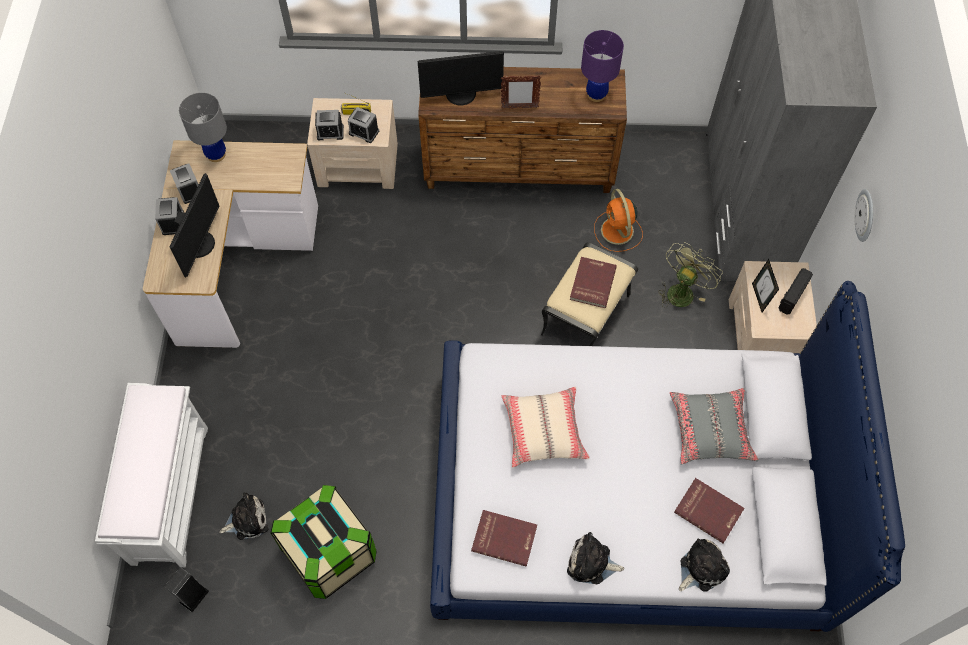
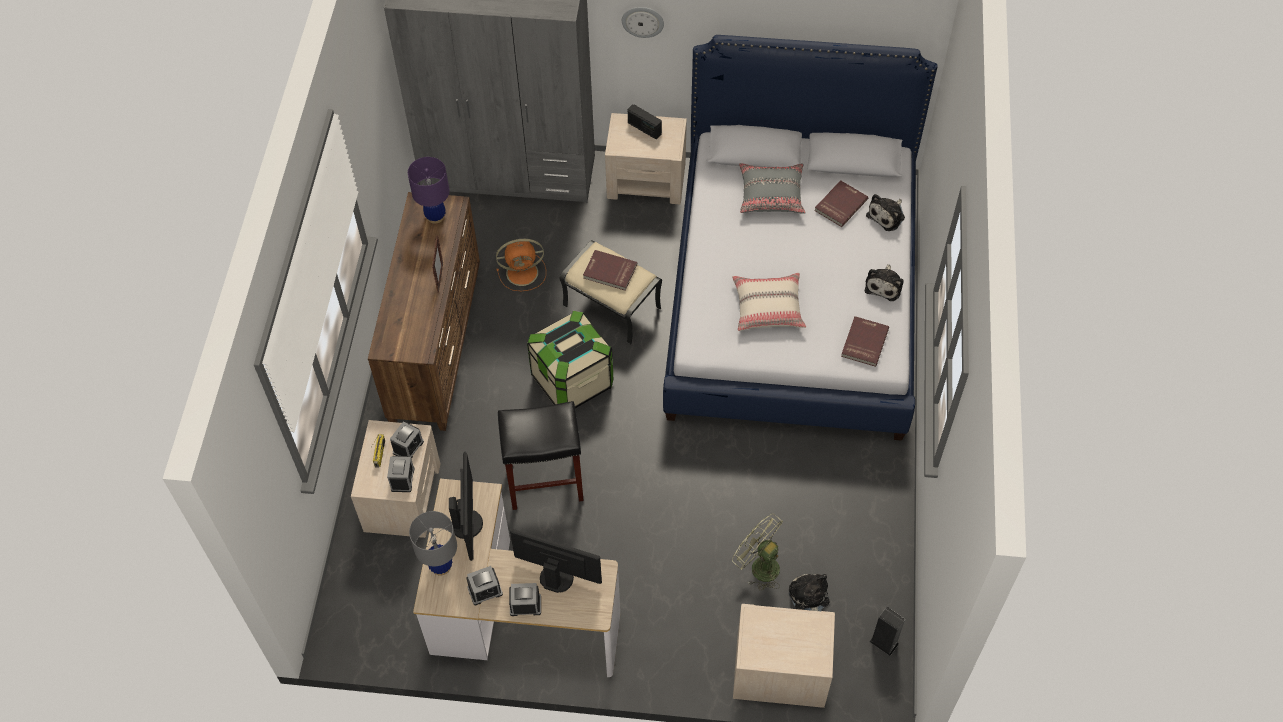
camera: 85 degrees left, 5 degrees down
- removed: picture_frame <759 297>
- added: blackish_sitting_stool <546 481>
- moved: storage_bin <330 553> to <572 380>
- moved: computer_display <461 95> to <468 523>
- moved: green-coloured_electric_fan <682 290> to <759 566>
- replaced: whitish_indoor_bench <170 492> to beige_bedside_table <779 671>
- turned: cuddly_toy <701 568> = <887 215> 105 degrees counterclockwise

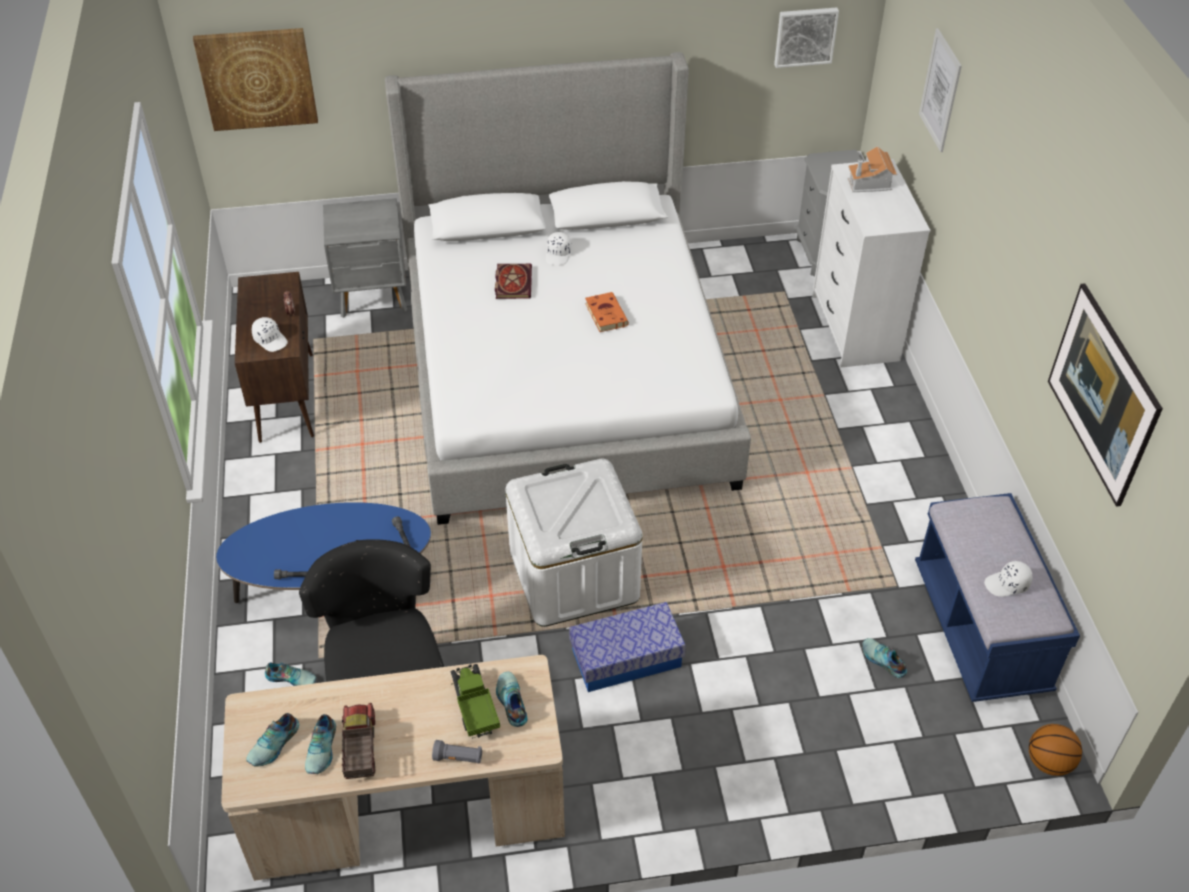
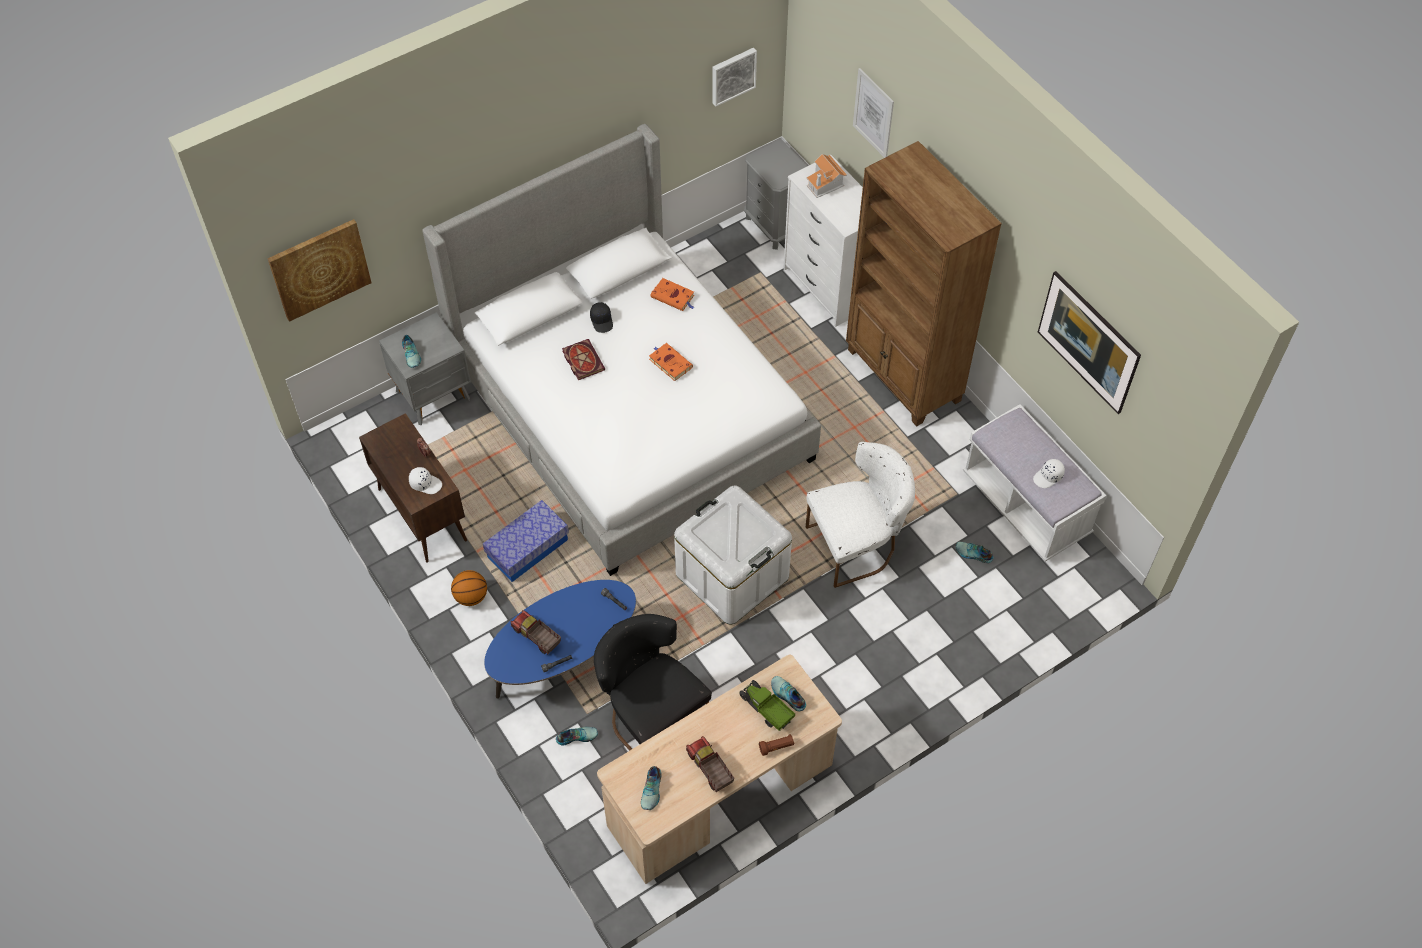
camera: 25 degrees left, 10 degrees up
- added: toy_lorry <536 637>
- added: orangey_volume <673 297>
- added: whitish_plain_chair <857 545>
- added: brown-coloured_bookshelf <903 376>
- moved: shoe <323 748> to <412 354>
- moved: storage_bin <626 658> to <528 549>
- moved: basketball_ball <1049 763> to <471 597>
- recoloured: greyish_flashlight <458 758> to brown-coloured_flashlight <776 747>
- recoloured: whitish_cap <558 254> to blackish_cap <602 321>
- recoloured: blue-coloured_indoor_bench <980 629> to whitish_indoor_bench <1025 505>

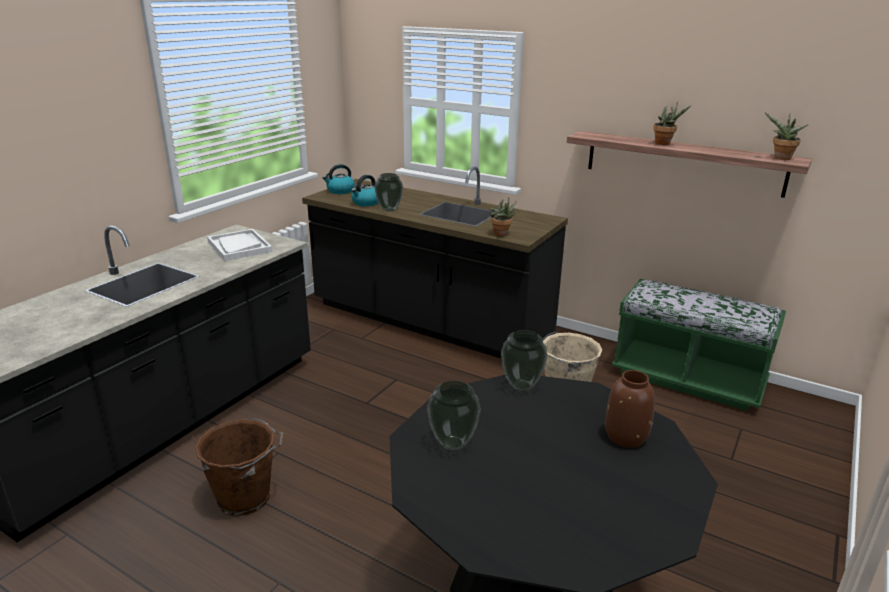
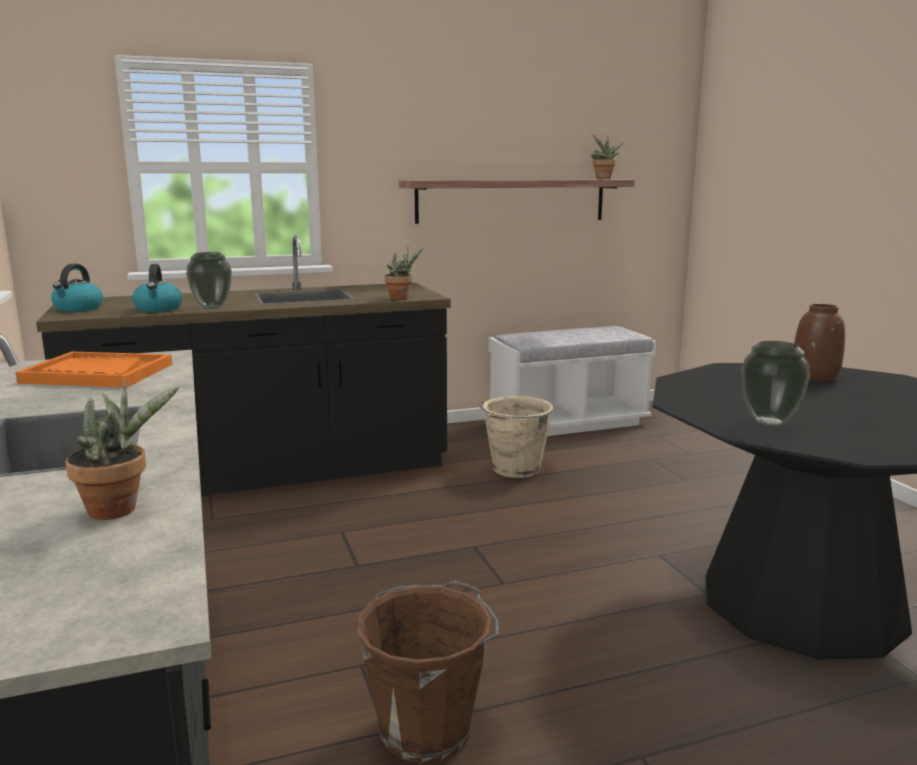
camera: 50 degrees left, 10 degrees down
- removed: vase <522 386>
- moved: houseplant <665 144> to <120 509>
- recoloured: whitish_serving_tray <239 246> to orangey_serving_tray <97 373>
- recoloured: green-coloured_indoor_bench <688 378> to whitish_indoor_bench <568 423>

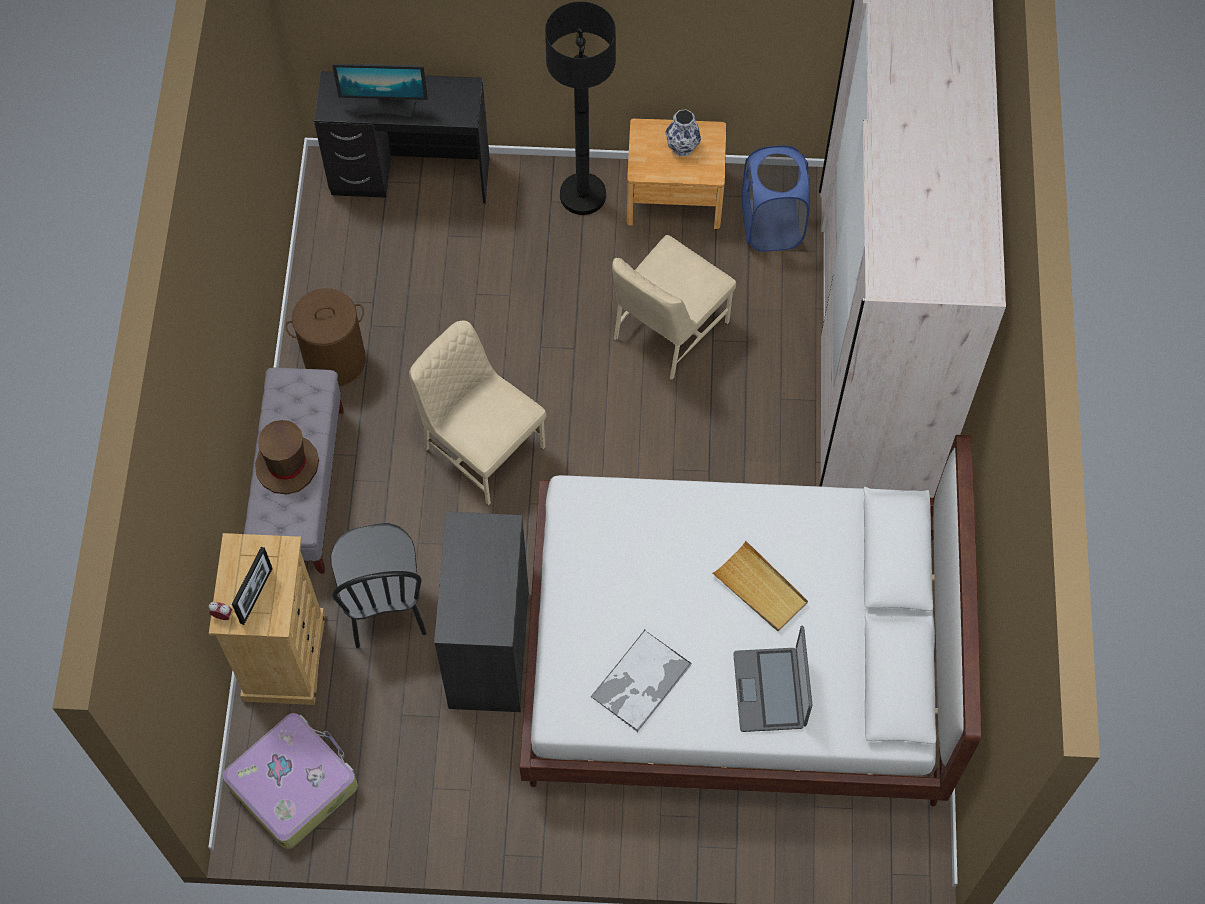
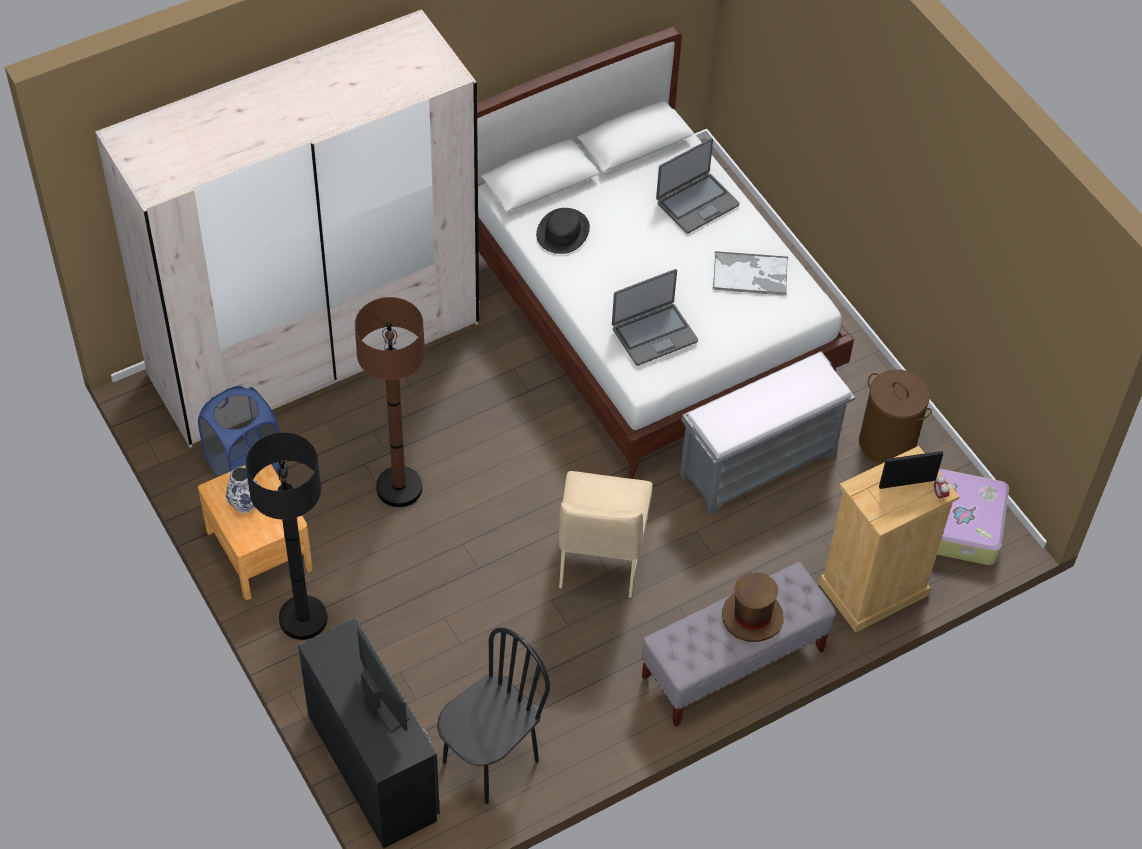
camera: 125 degrees left, 10 degrees down
- removed: beige_serving_tray <760 589>
- added: blackish_clothing_hat <562 232>
- added: portable_computer <654 334>
- moved: brown-coloured_washing_basket <334 360> to <887 443>
- moved: blackish_plain_chair <385 608> to <490 760>
- replaced: blackish_chest_of_drawers <488 650> to greyish_indoor_bench <759 463>
- replaced: beige_plain_chair <668 330> to brown-coloured_standard_lamp <399 488>

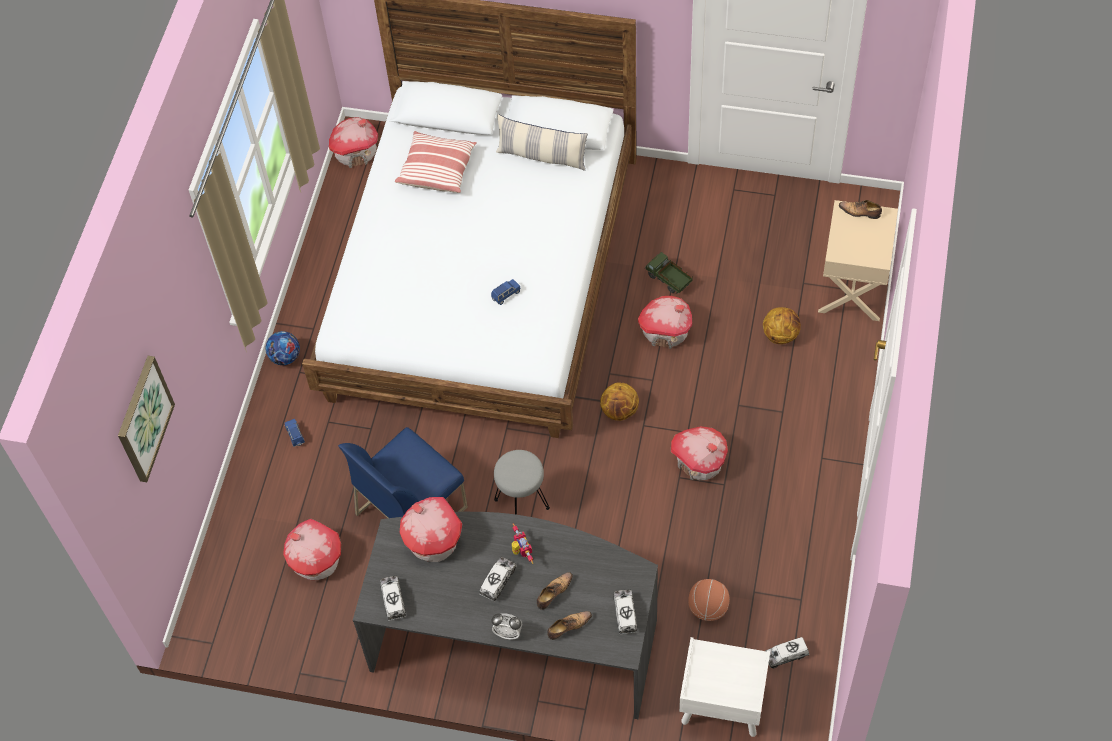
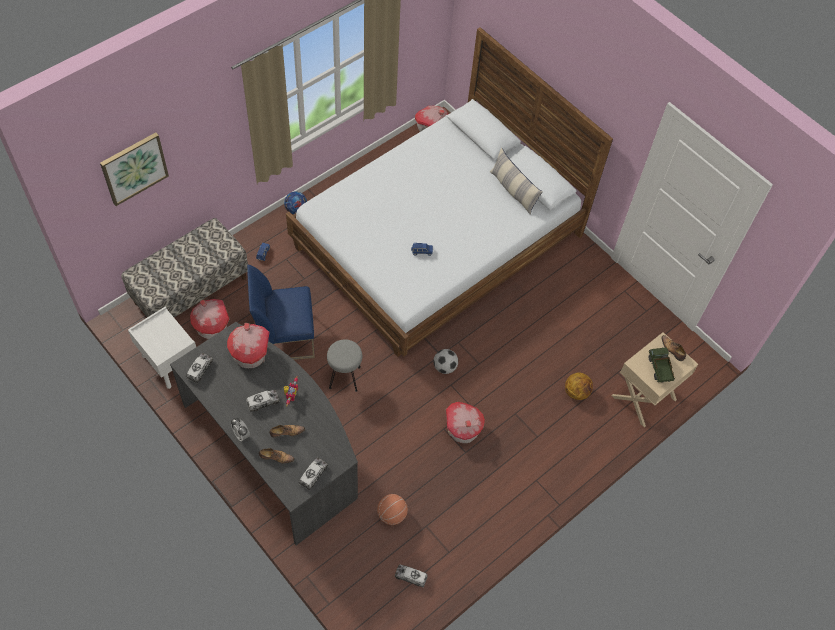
camera: 30 degrees right, 0 degrees up
- removed: cushion <437 169>
- removed: model_house <666 332>
- added: indoor_bench <191 290>
- moved: toy_lorry <668 280> to <659 369>
- moved: whitish_bedside_table <721 706> to <169 362>
- replaced: basketball_ball <620 411> to ball_for_football <444 367>

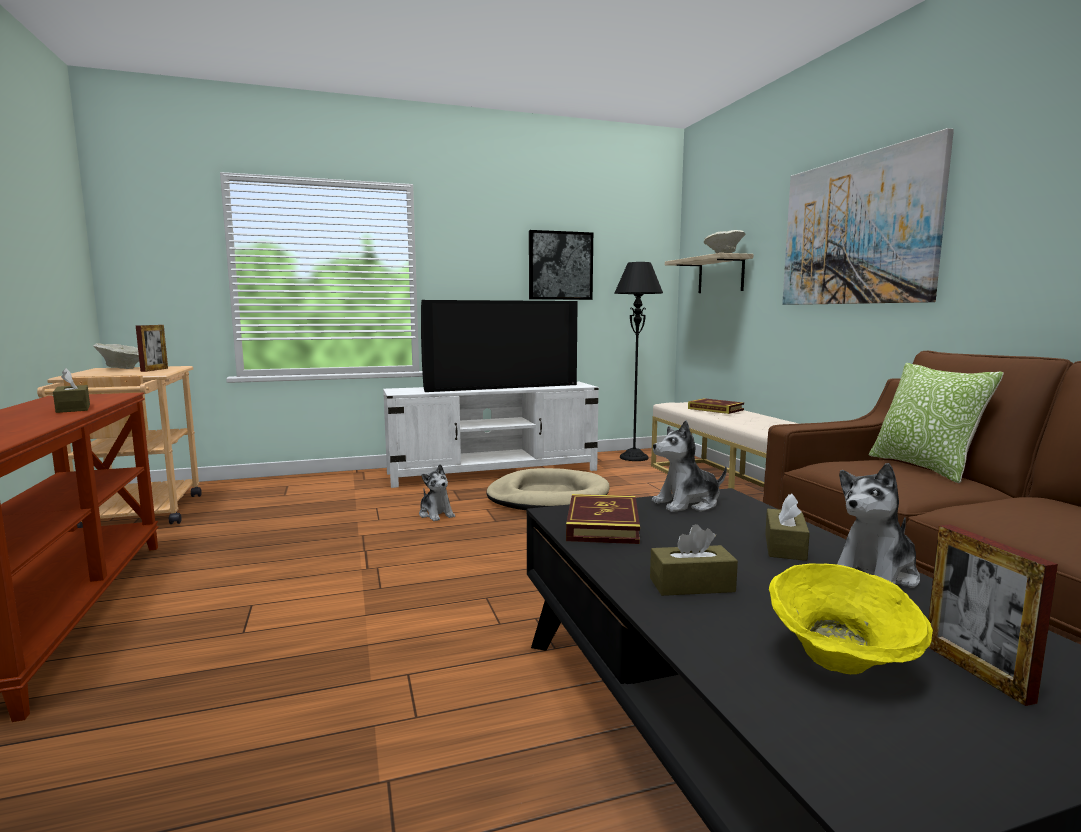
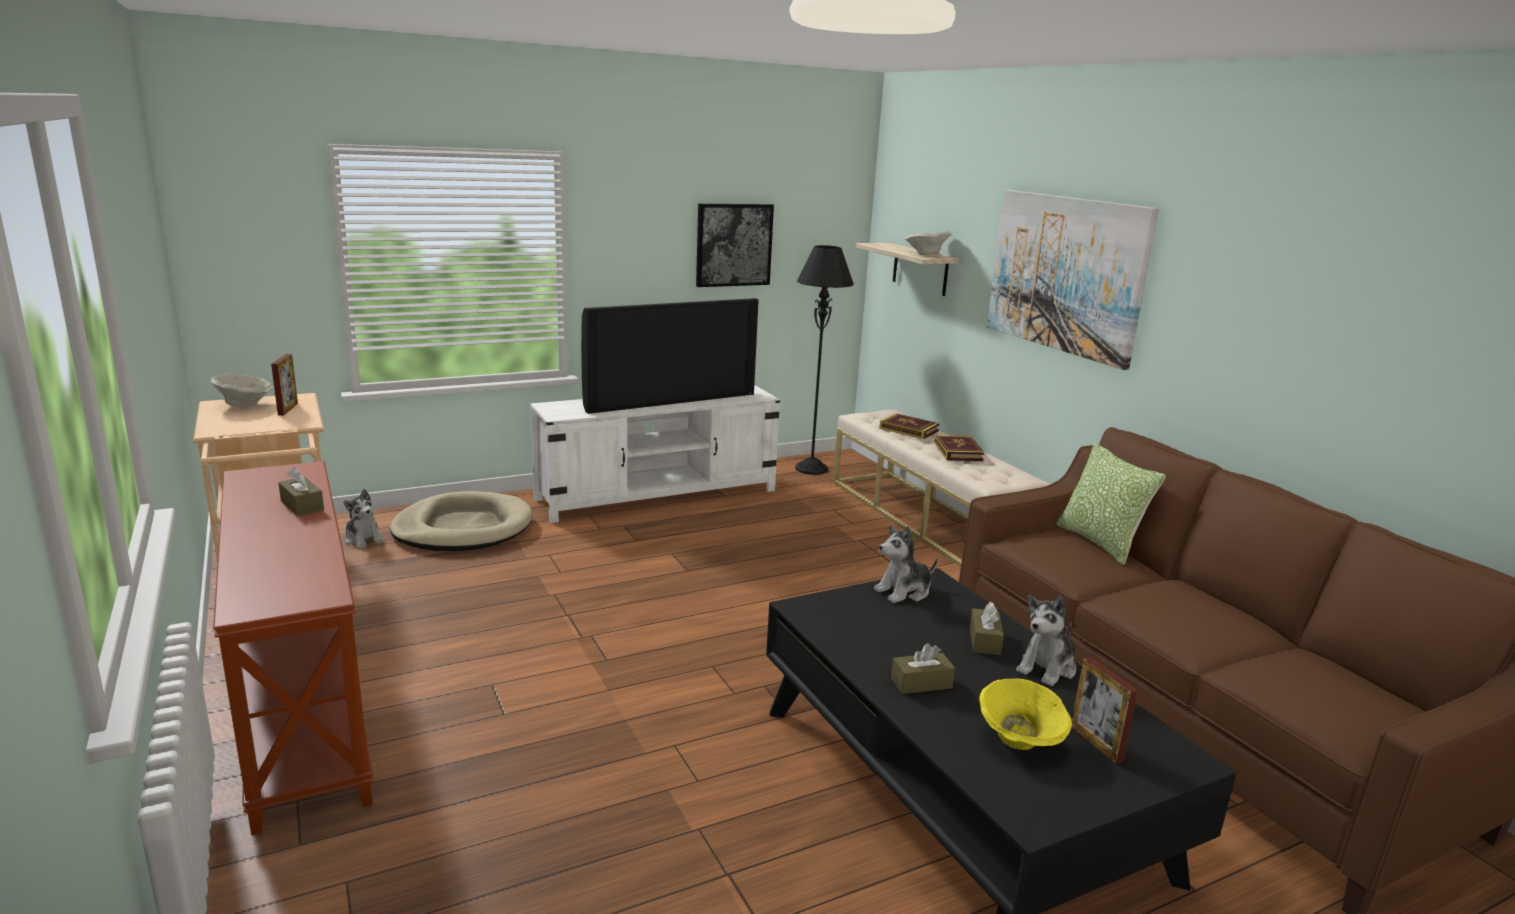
camera: 10 degrees left, 10 degrees up
- moved: cuddly_toy <436 514> to <364 539>
- moved: beige_pet_bed <548 497> to <463 528>
- moved: volume <602 524> to <958 452>

